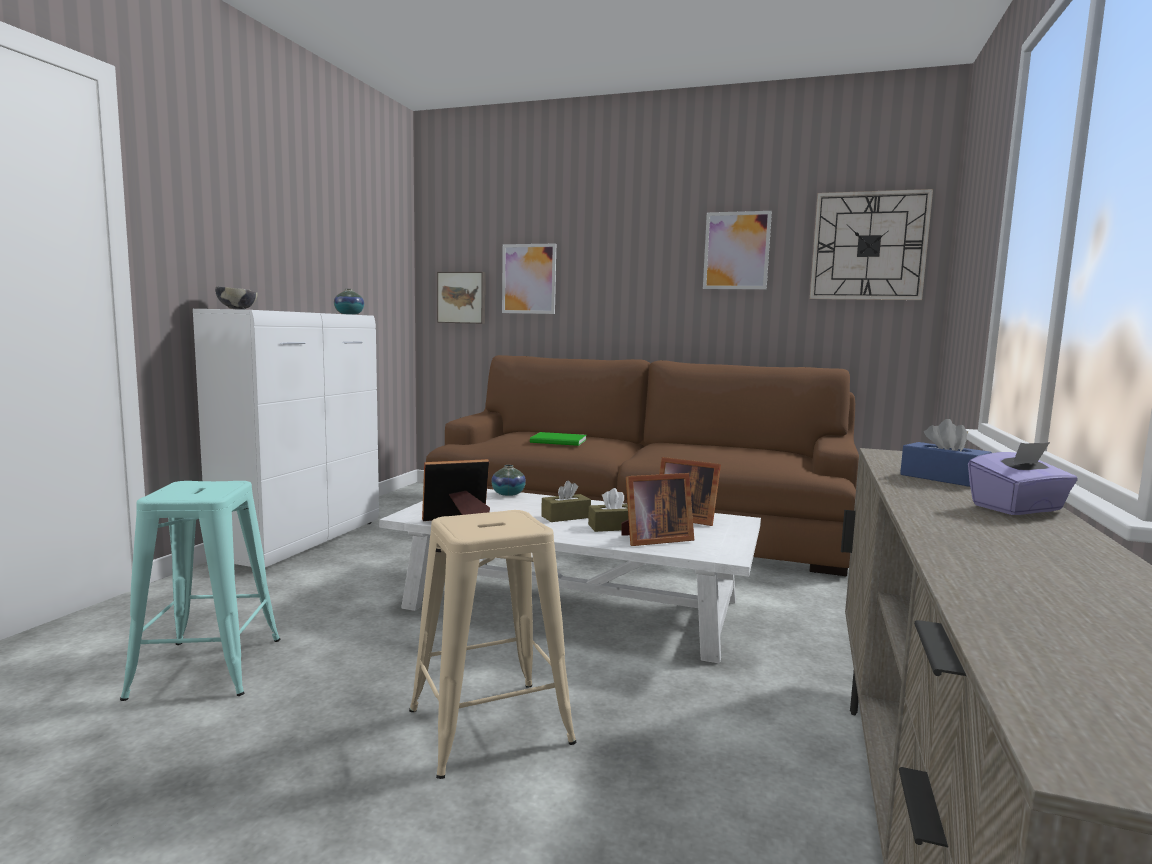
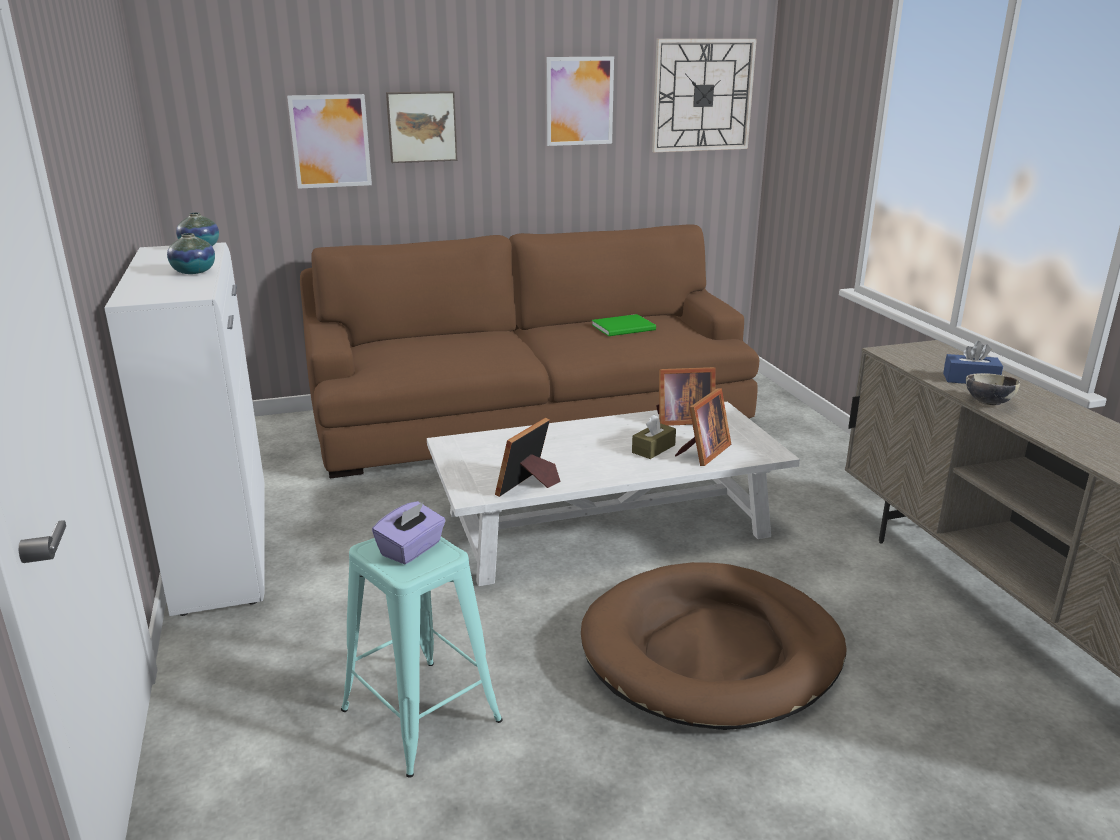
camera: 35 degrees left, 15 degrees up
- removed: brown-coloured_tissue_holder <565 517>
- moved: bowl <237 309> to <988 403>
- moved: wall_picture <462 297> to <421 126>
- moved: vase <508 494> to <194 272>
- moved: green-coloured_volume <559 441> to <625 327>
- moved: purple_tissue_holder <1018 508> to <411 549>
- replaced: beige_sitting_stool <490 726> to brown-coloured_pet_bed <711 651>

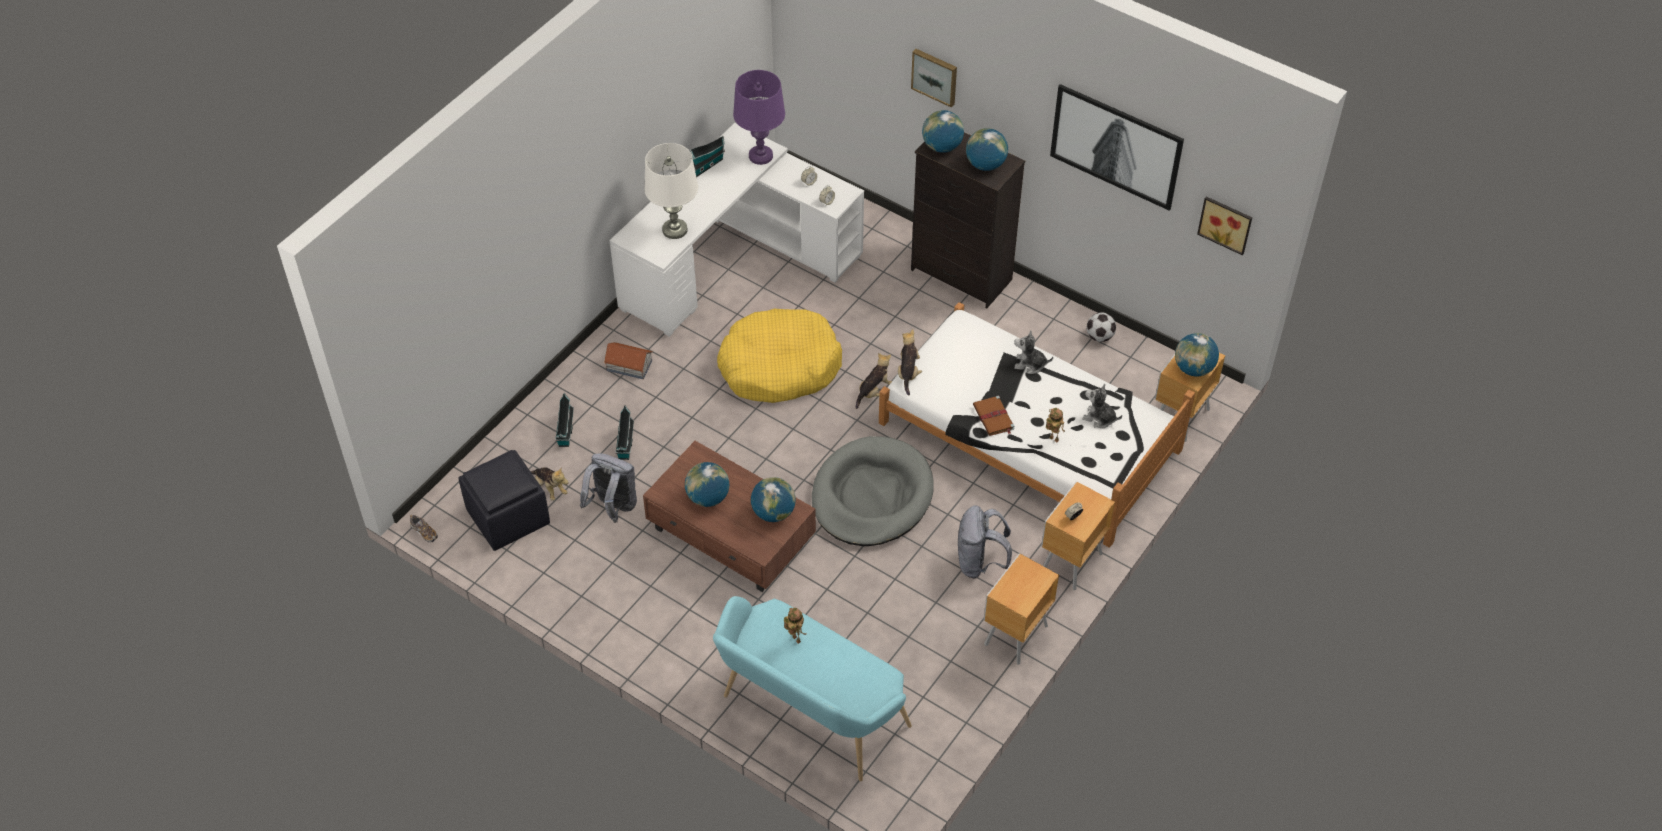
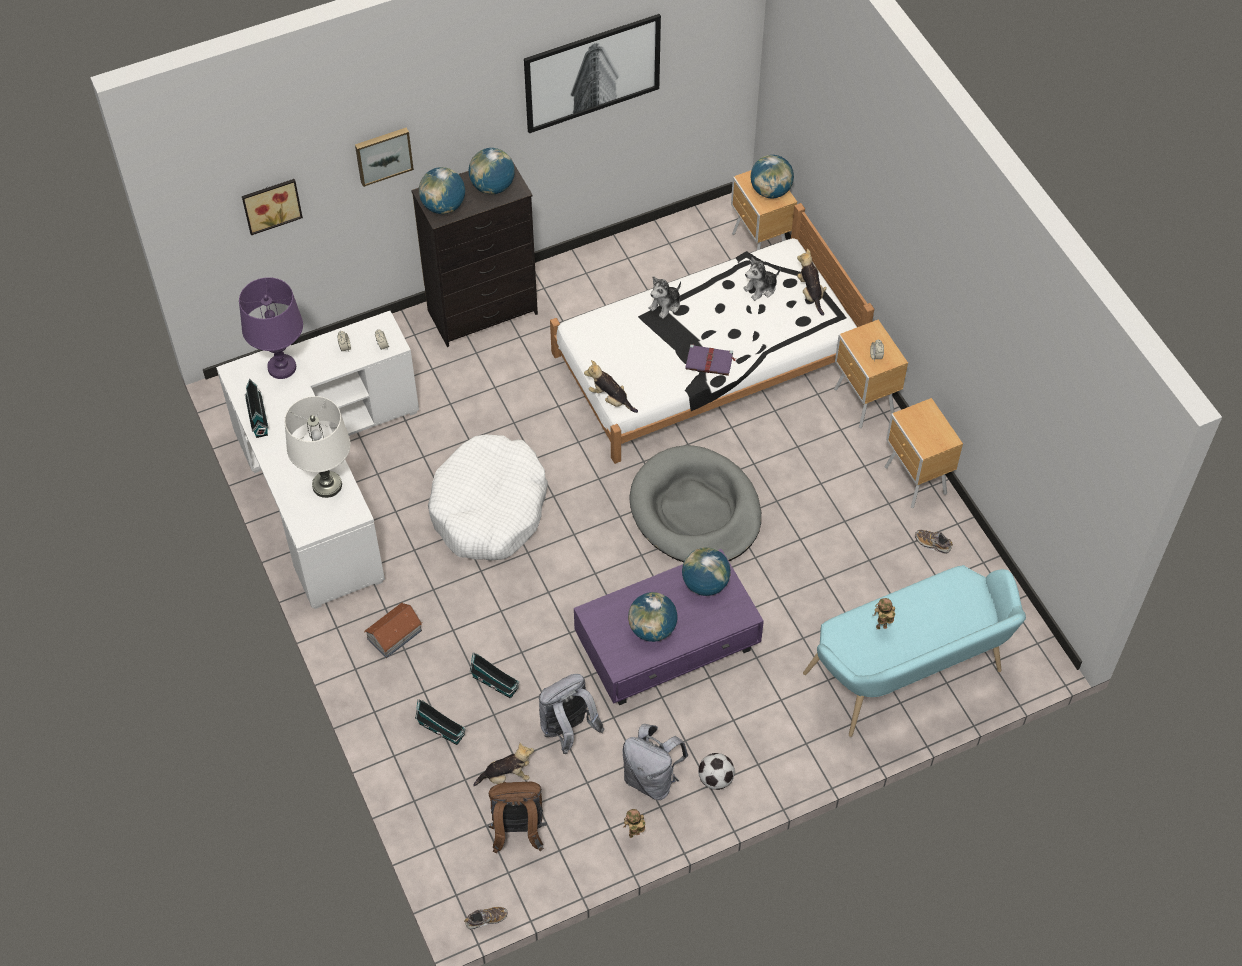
camera: 60 degrees left, 5 degrees up
- added: shoe <932 544>
- moved: cuddly_toy <874 391> to <810 293>
- moved: greyish_knapsack <980 563> to <651 778>
- moved: robot_figure <1052 439> to <634 836>
- moved: ball_for_football <1099 337> to <715 779>
- moved: wall_picture <1226 223> to <271 204>
- replaced: blackish_ottoman <507 517> to brown-coloured_knapsack <518 832>
- recoloured: brown-coloured_coffee_table <732 535> to purple_coffee_table <668 644>
- recoloured: yellow_pet_bed <779 366> to whitish_pet_bed <489 508>
- recoloured: brown-coloured_volume <993 418> to purple_volume <710 362>

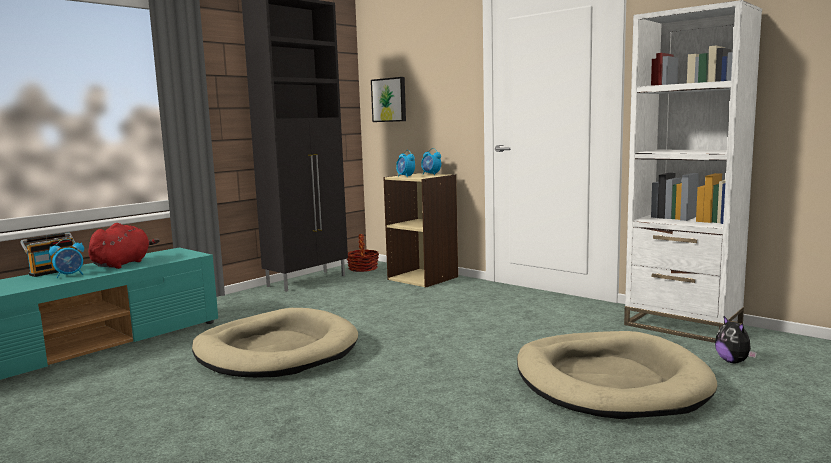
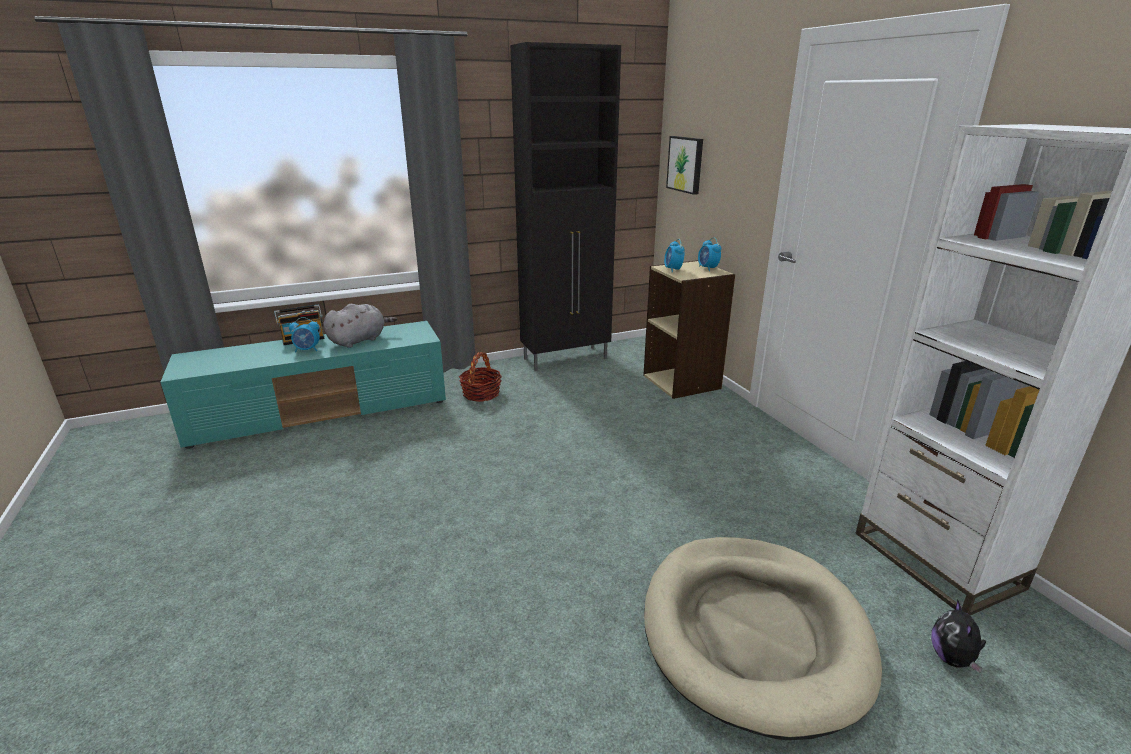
camera: 25 degrees right, 15 degrees up
- removed: beige_pet_bed <276 350>
- moved: storage_basket <363 268> to <481 394>
- recoloured: reddish_cuddly_toy <123 264> to greyish_cuddly_toy <359 340>

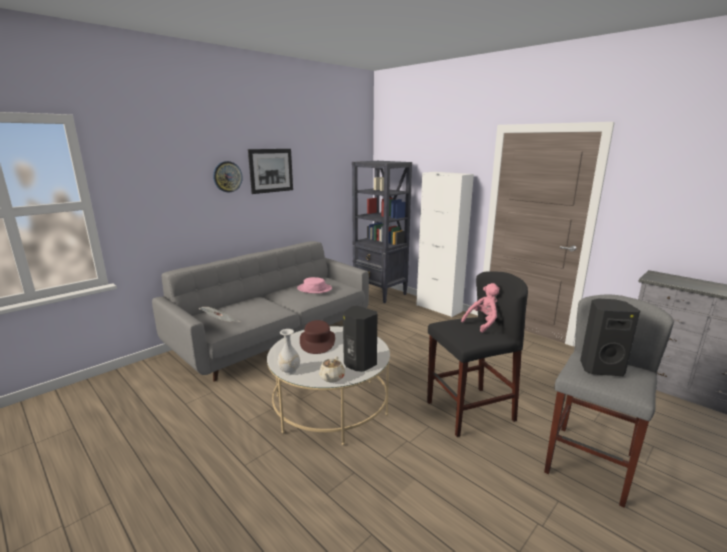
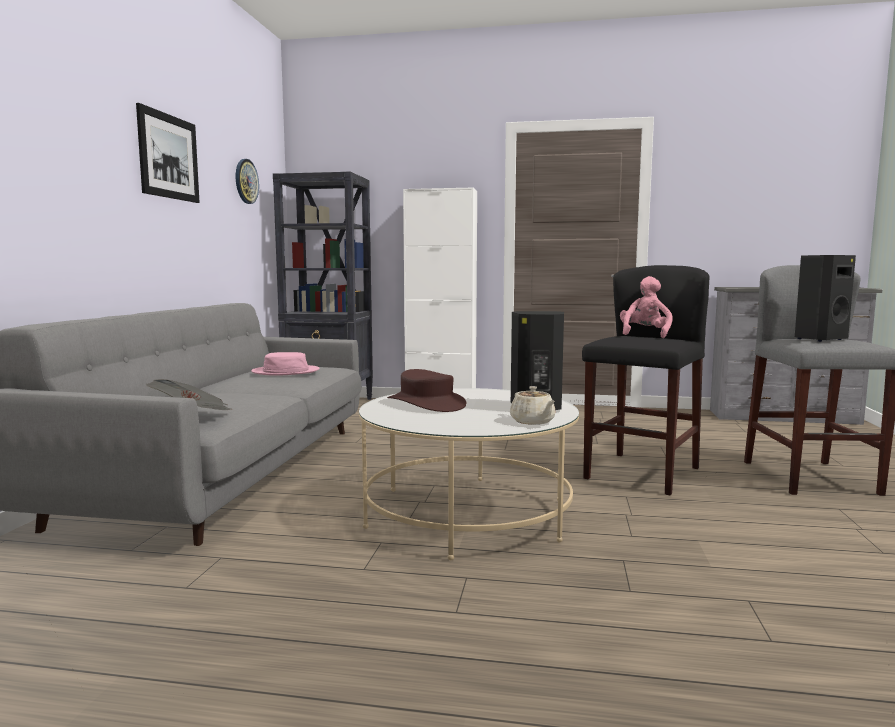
camera: 35 degrees left, 10 degrees down
- removed: whitish_vase <289 371>
- moved: hanging_clock <227 176> to <246 181>

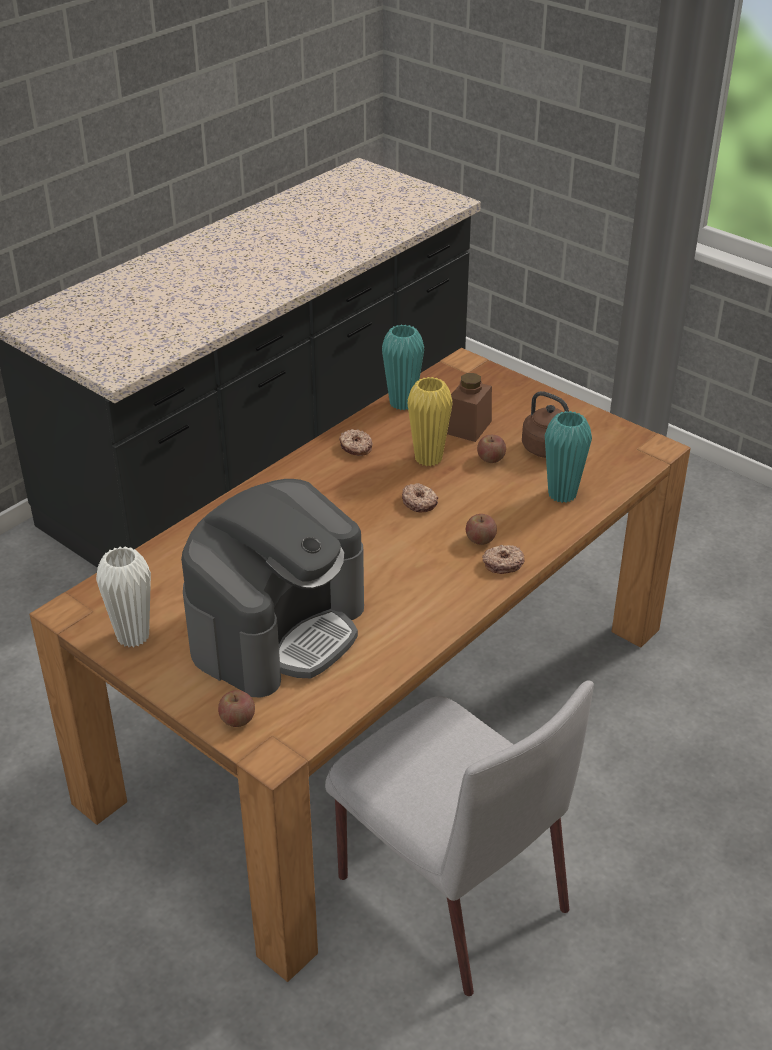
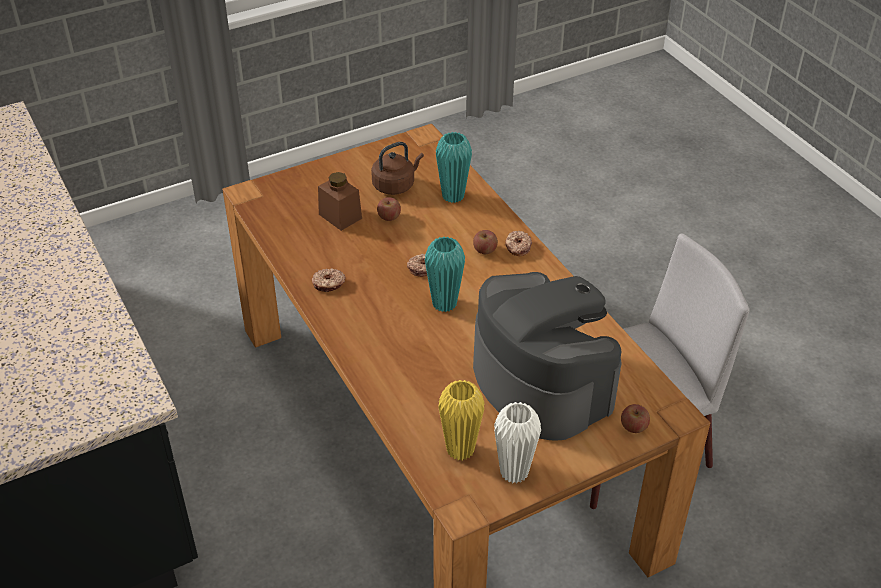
camera: 70 degrees left, 5 degrees up
- moved: turquoise_vase <402 403> to <444 304>
- moved: yellow_vase <428 458> to <460 450>

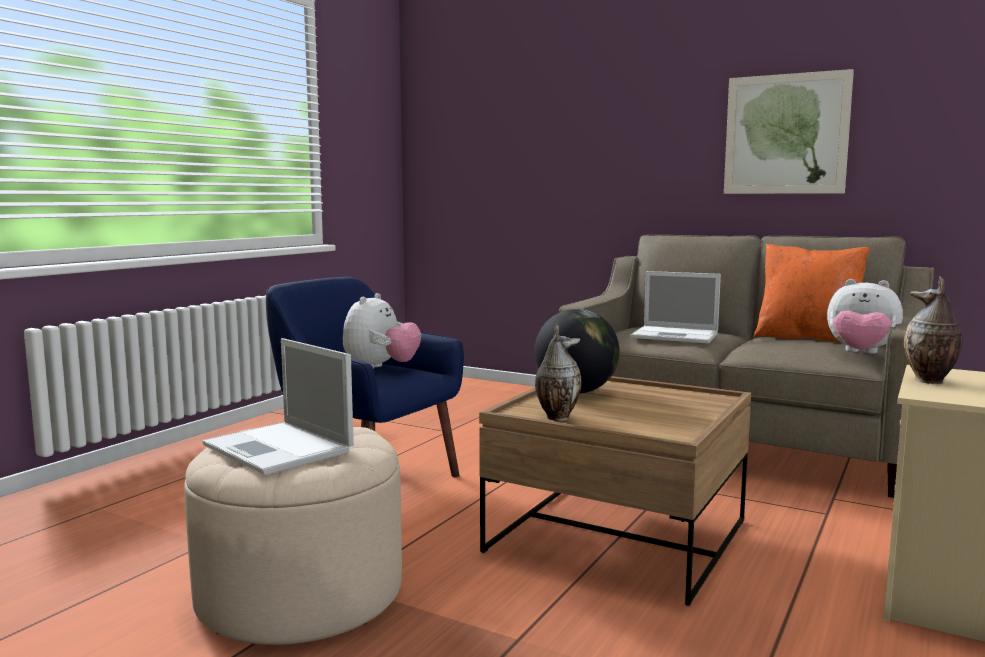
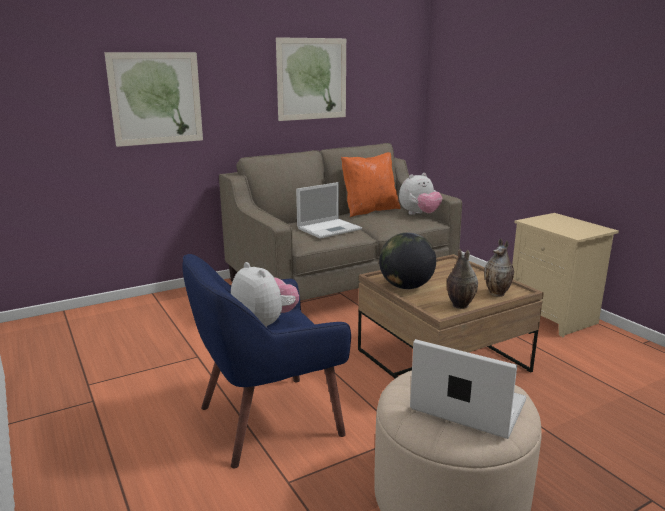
camera: 60 degrees left, 10 degrees up
- added: wall_picture <156 98>
- moved: vase <930 381> to <498 294>
- turned: portable_computer <280 449> = <466 405> 135 degrees counterclockwise

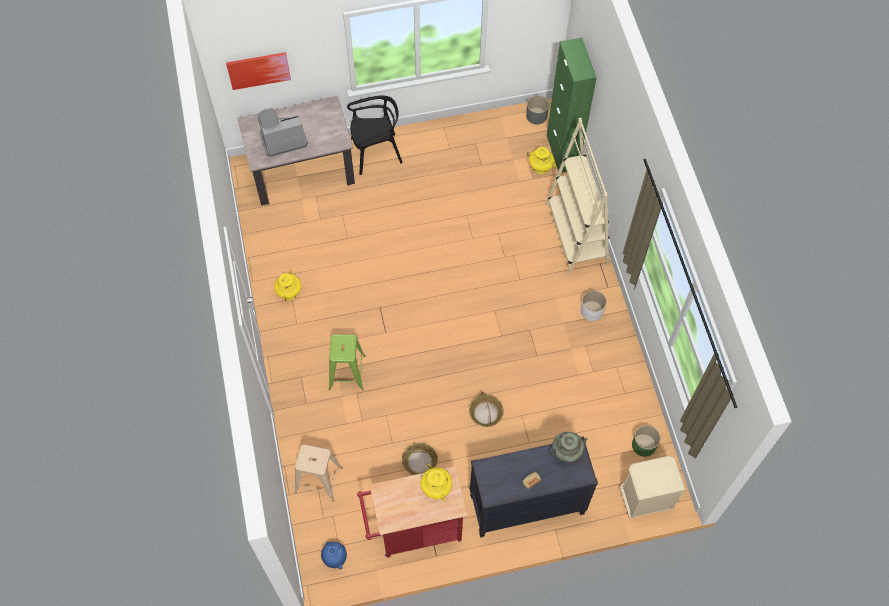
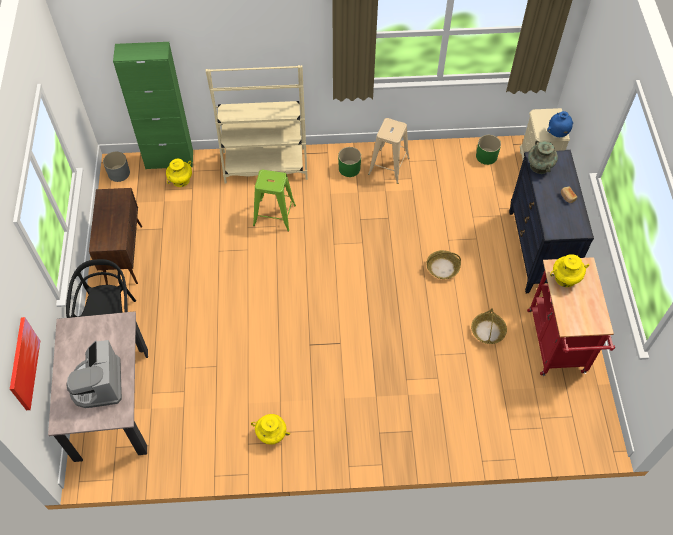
camera: 80 degrees left, 5 degrees down
- added: brown-coloured_storage_cabinet <124 254>
- moved: beige_sitting_stool <319 480> to <389 166>
- moved: blue-coloured_vase <334 558> to <557 133>
- moved: green-coloured_sitting_stool <347 372> to <274 215>
- recoloured: whitish_plant_pot <592 311> to green-coloured_plant_pot <349 168>

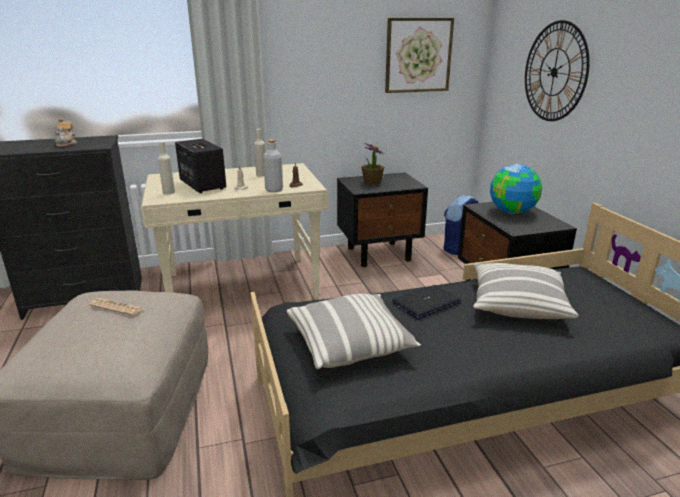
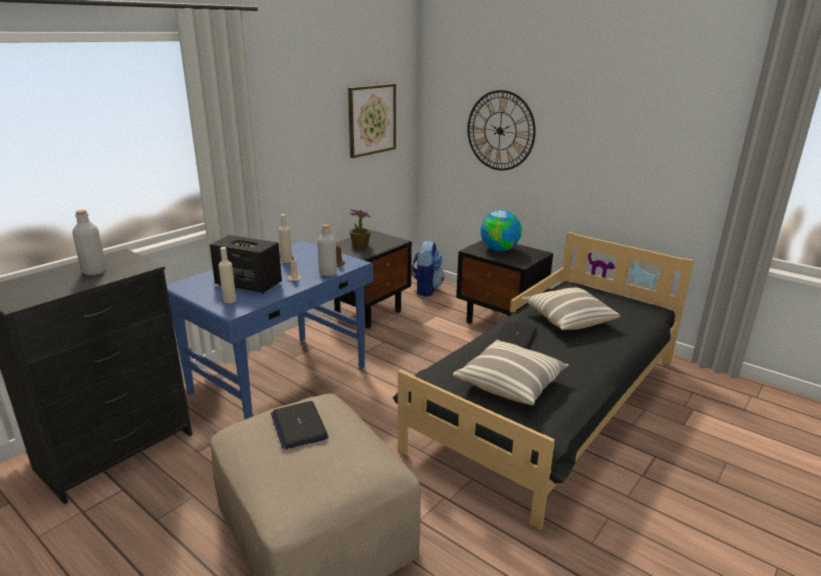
camera: 35 degrees left, 0 degrees up
- replaced: tea_pot <67 144> to greyish_bottle <94 271>
- replaced: daily_paper <116 307> to portable_computer <299 426>
- recoloured: beige_desk_table <243 286> to blue-coloured_desk_table <281 380>

